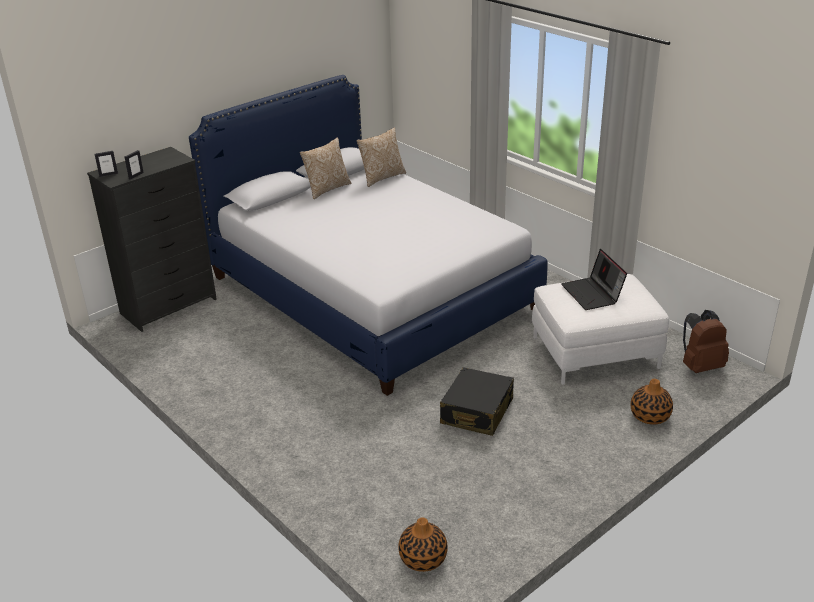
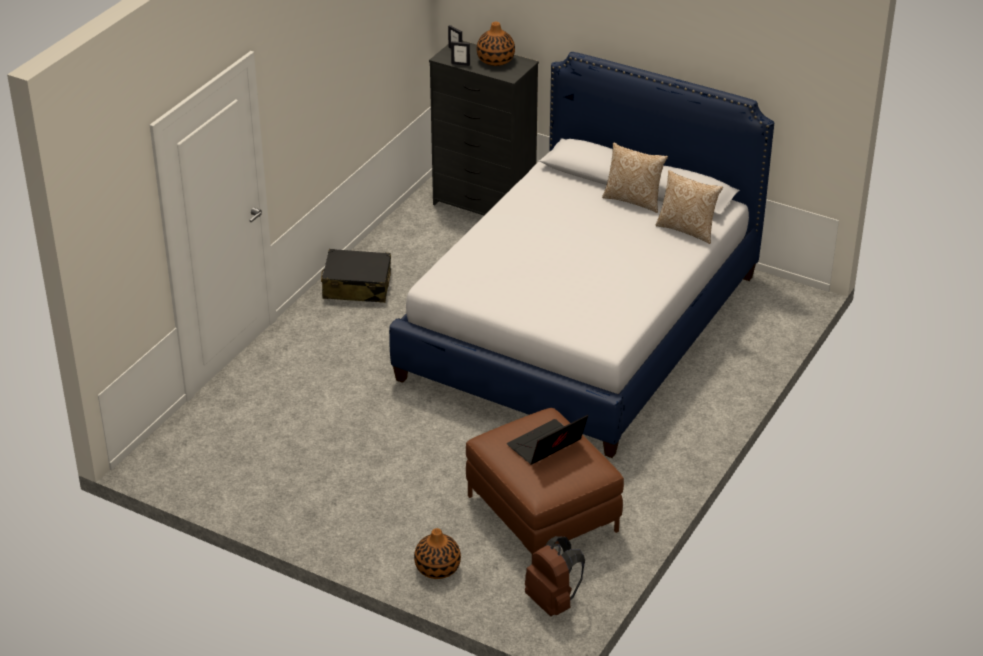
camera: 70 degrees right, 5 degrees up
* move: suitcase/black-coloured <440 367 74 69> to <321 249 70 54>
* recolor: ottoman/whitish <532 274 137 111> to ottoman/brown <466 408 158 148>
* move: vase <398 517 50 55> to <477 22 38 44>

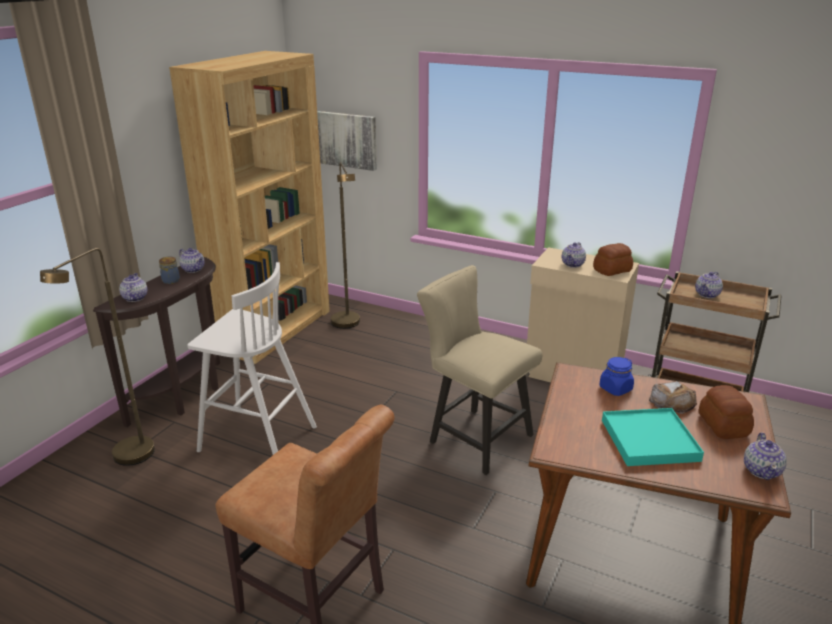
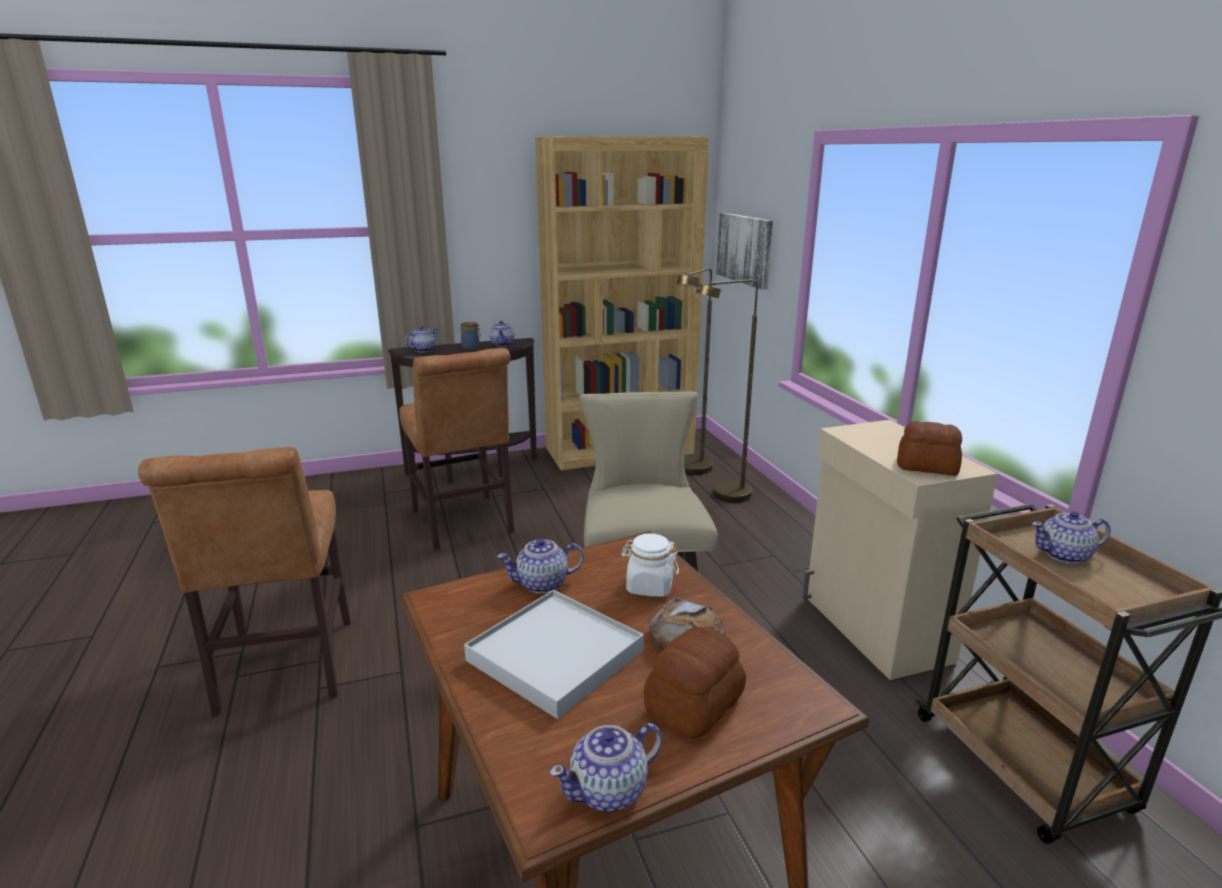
camera: 45 degrees right, 5 degrees down
* replace: stool seat/whitish <187 262 130 193> to chair/brown <399 348 115 202>
* recolor: carrying tray/turquoise-coloured <602 408 102 58> to carrying tray/whitish <464 590 180 129>
* move: teapot <562 242 24 26> to <497 538 87 56>
* recolor: preserve jar/bluish <599 357 35 39> to preserve jar/whitish <621 533 58 64>
* move: floor lamp/brown <40 248 115 218> to <696 280 62 223>

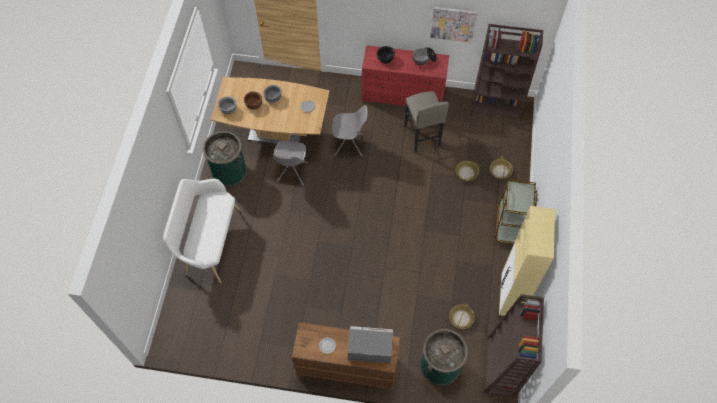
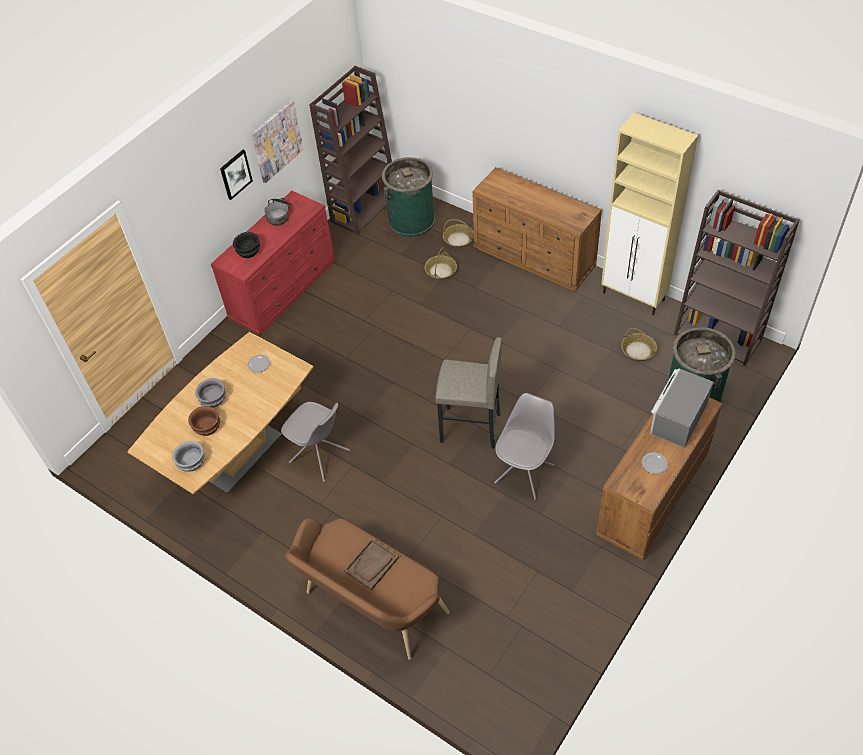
camera: 60 degrees left, 10 degrees down
* insert: picture <220 150 33 50>
* recolor: bench/whitish <163 179 77 104> to bench/brown <285 518 165 142>
* insert: carrying tray/brown <344 538 55 53>
* move: waste bin/greenish <203 131 44 56> to <382 157 53 80>
* move: stool seat/greyish <404 91 45 61> to <435 337 67 112>
* replace: wheeled cart/brown <494 179 43 65> to dresser/brown <473 167 129 124>
* move: chair/greyish <332 105 36 51> to <494 393 61 107>

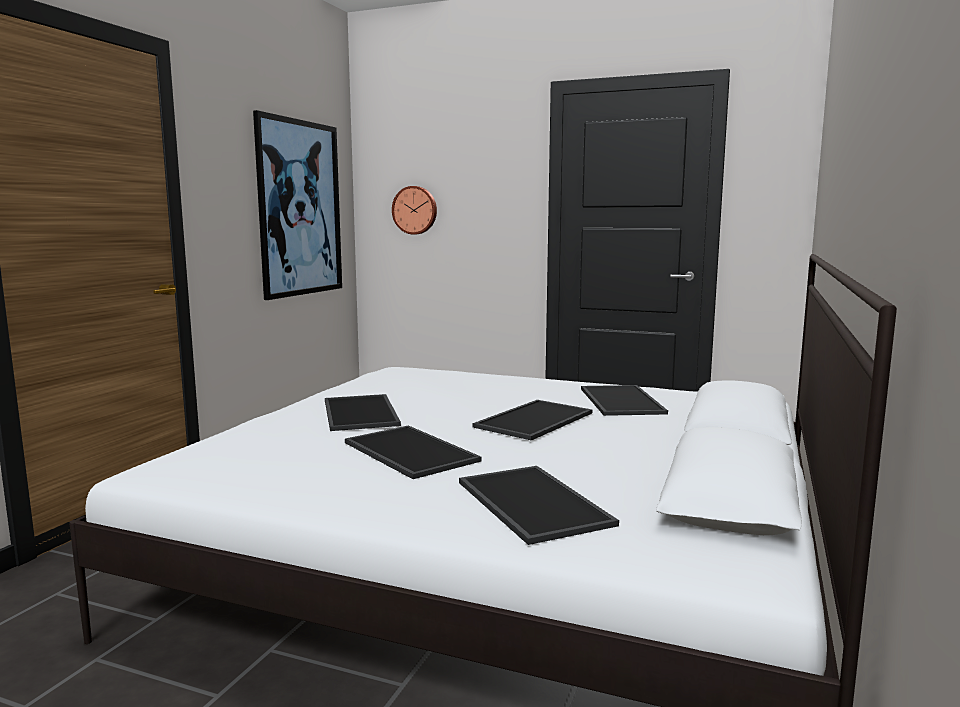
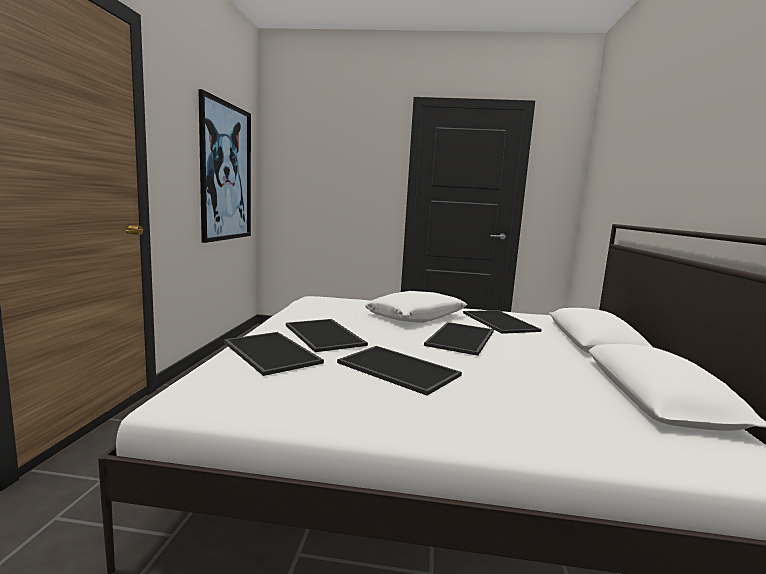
camera: 15 degrees left, 0 degrees up
* move: carrying tray <459 466 160 79> to <224 332 100 44>
* insert: throw pillow/whitish <365 291 102 32>
* delete: clock on the wall <392 186 45 49>

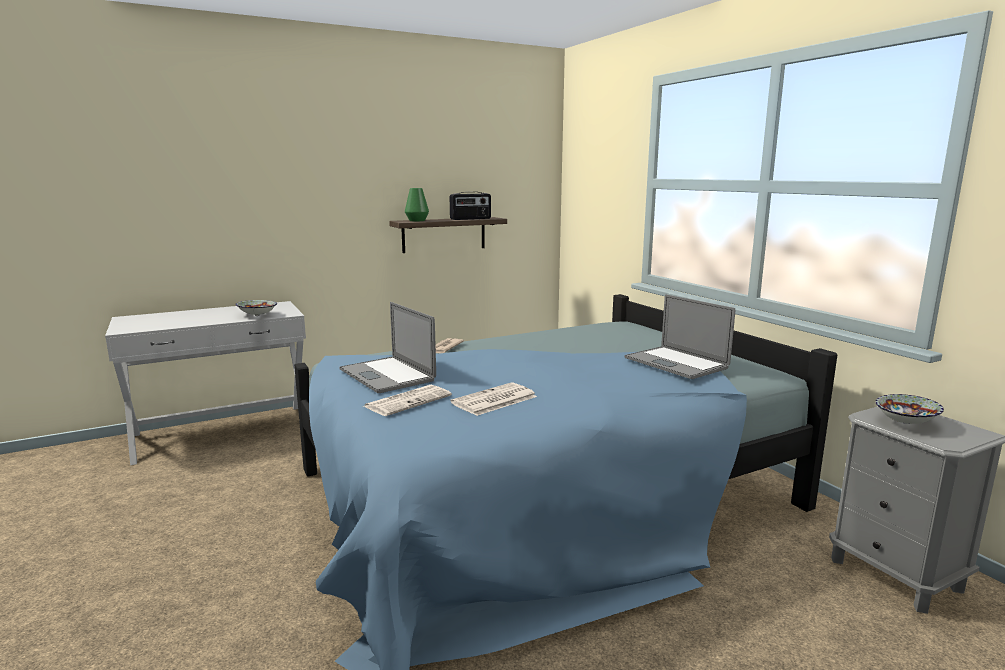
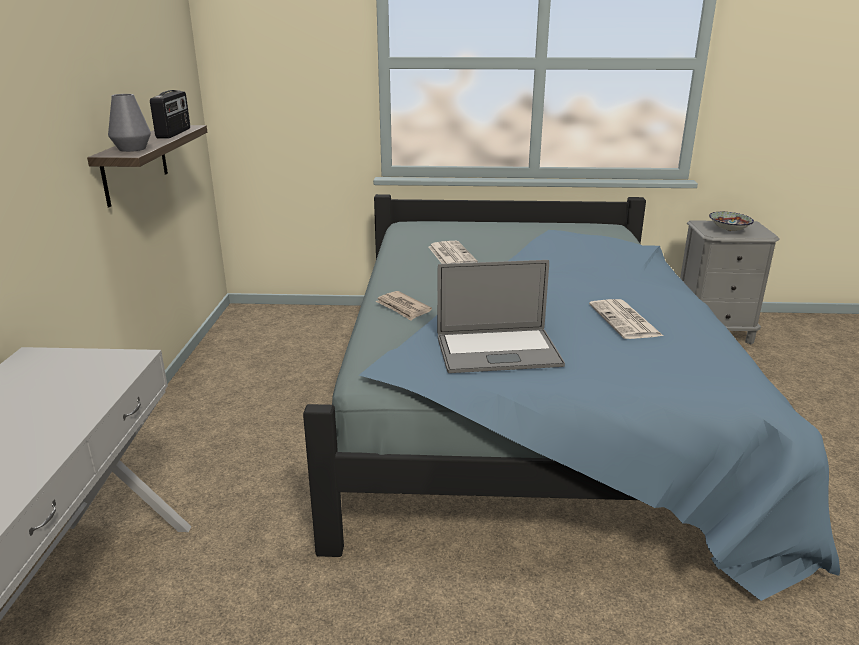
camera: 60 degrees left, 10 degrees up
* recolor: vase/greenish <405 188 24 33> to vase/greyish <108 94 43 58>
* move: newspaper <364 385 88 31> to <429 241 49 23>
* delete: serving bowl <235 300 42 16>
* delete: portable computer <624 294 111 85>

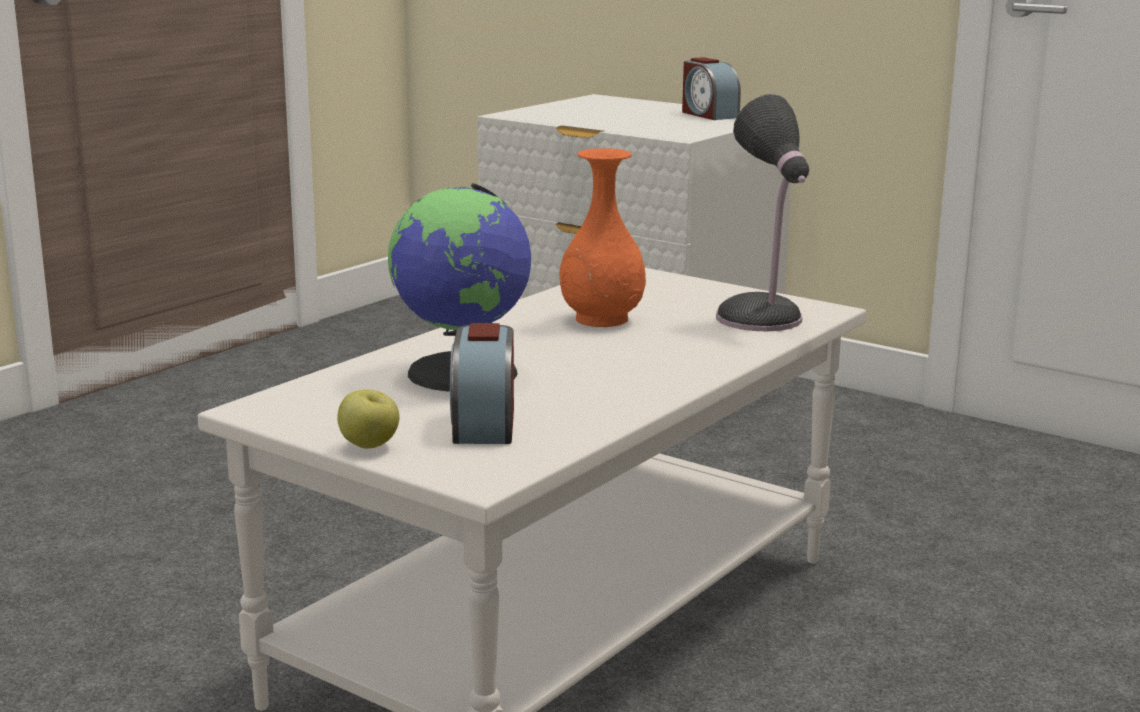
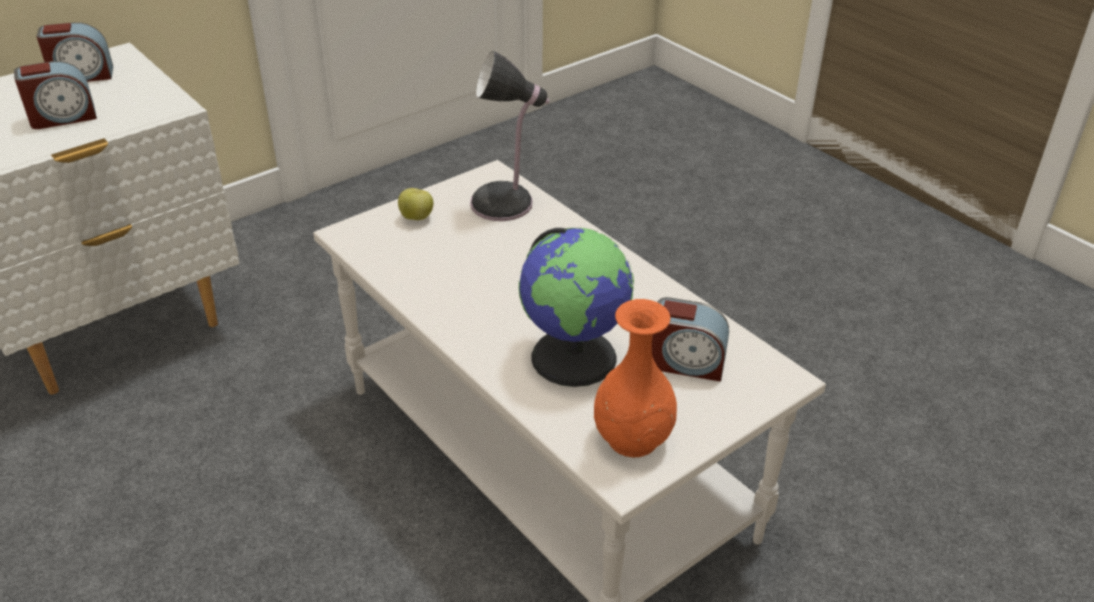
camera: 75 degrees left, 20 degrees up
* insert: bedside clock <14 61 83 68>
* move: whole apple <337 390 63 59> to <398 188 35 32>
* move: vase/orangey <560 148 86 179> to <594 299 83 158>

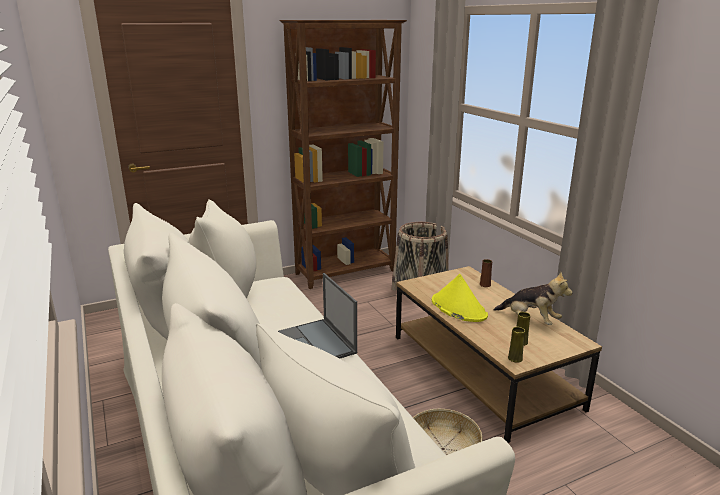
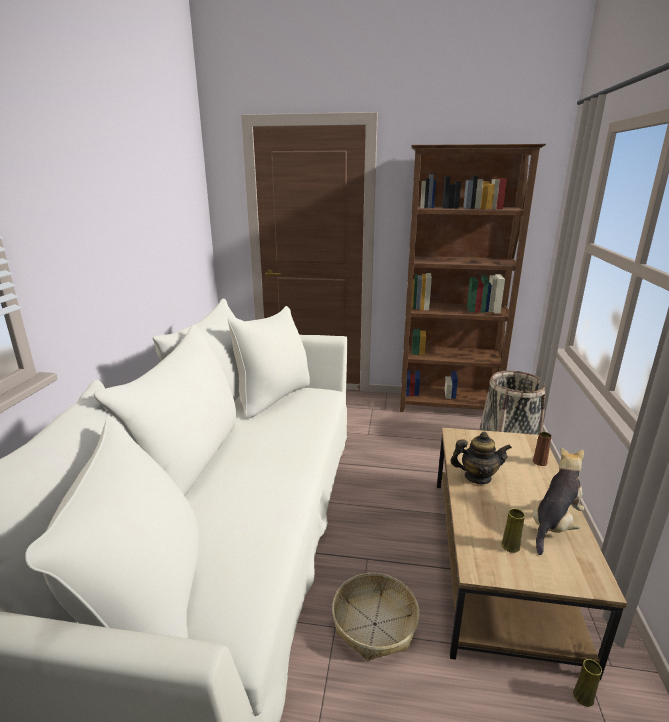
camera: 35 degrees right, 0 degrees up
* replace: wearable hat/yellow-coloured <432 274 56 48> to teapot <450 432 62 52>
* rotate: cuddly toy <494 272 79 53> = <533 447 51 108> 120 degrees counterclockwise
* move: vase/yellow-coloured <508 327 17 36> to <573 659 29 48>
* delete: portable computer <278 273 79 86>

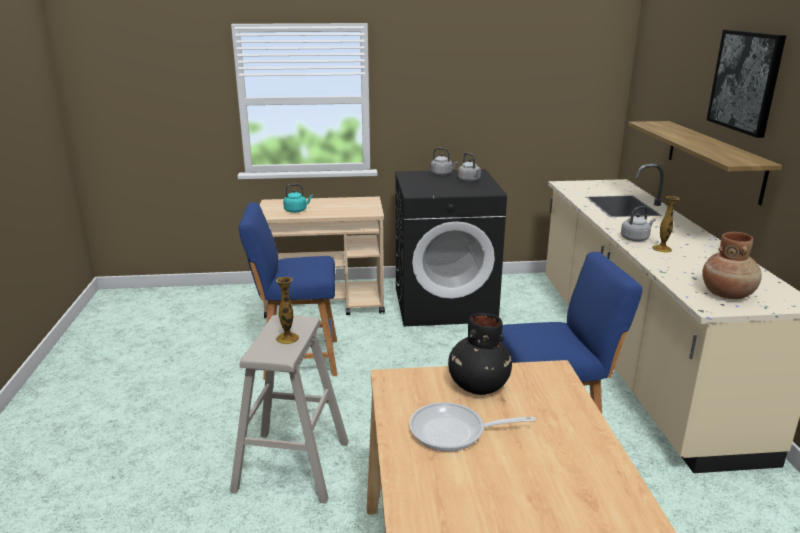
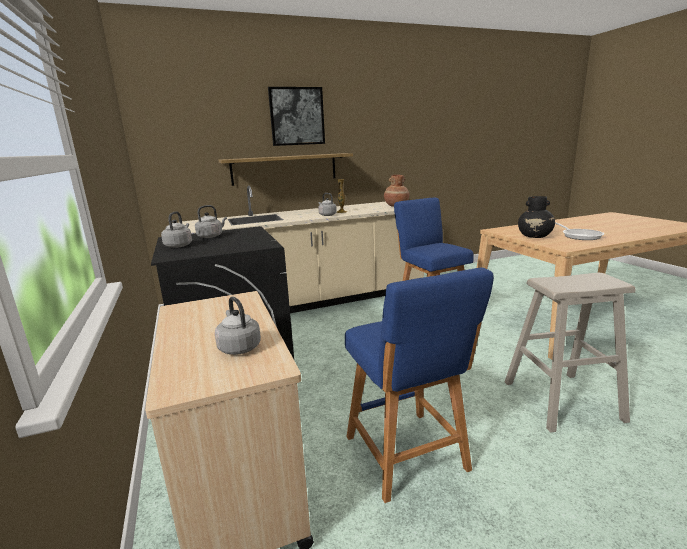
camera: 105 degrees left, 5 degrees down
* recolor: kettle/turquoise-coloured <283 184 30 29> to kettle/greyish <215 297 46 58>
* delete: vase <276 277 23 67>

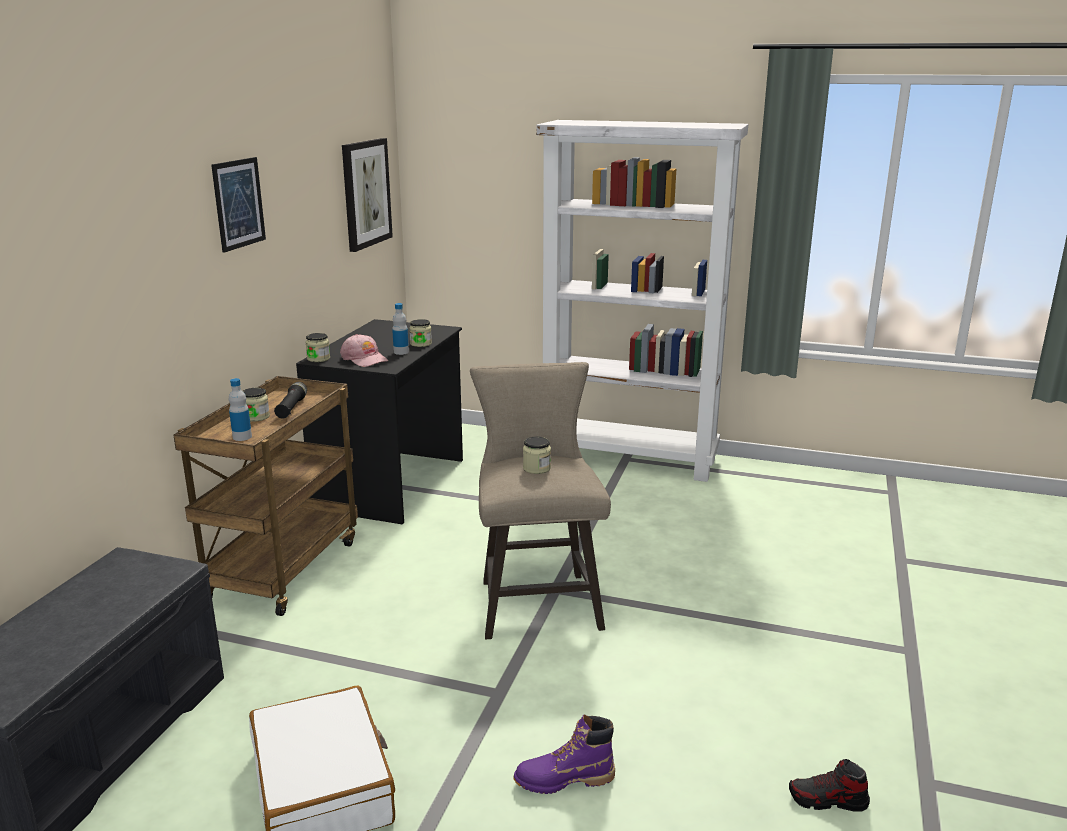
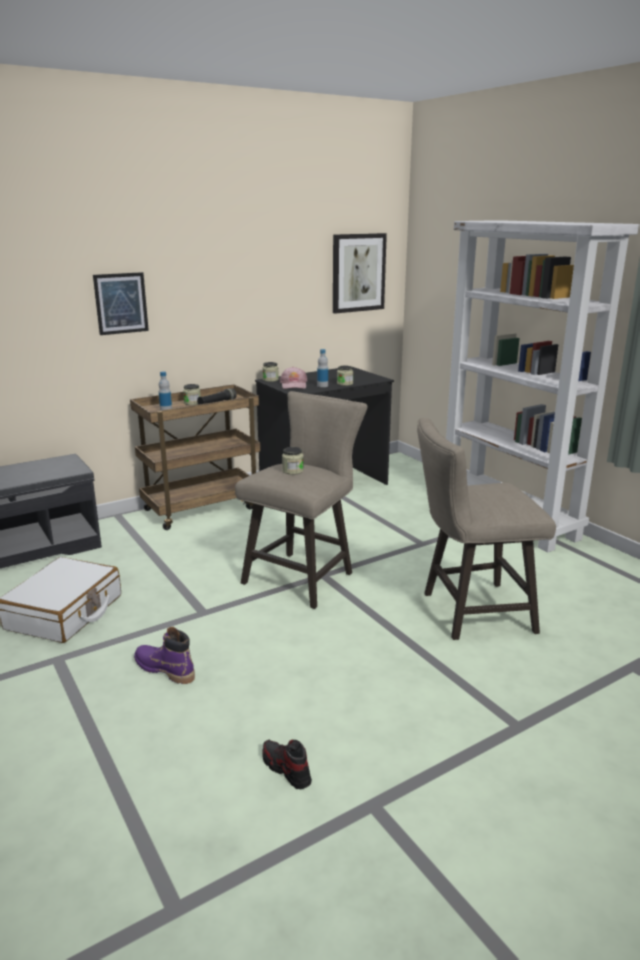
camera: 40 degrees right, 0 degrees up
* move: picture <211 157 55 96> to <93 272 56 63>
* insert: stool seat/sand-coloured <417 418 139 222>

